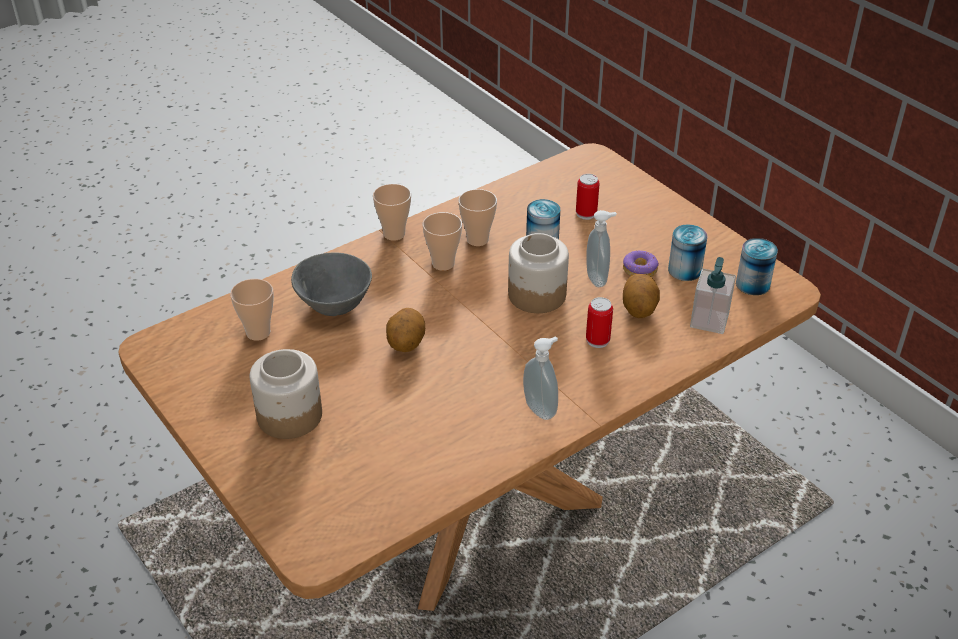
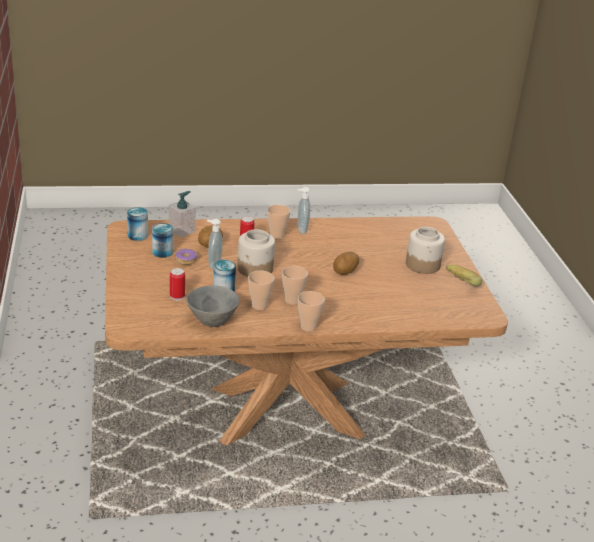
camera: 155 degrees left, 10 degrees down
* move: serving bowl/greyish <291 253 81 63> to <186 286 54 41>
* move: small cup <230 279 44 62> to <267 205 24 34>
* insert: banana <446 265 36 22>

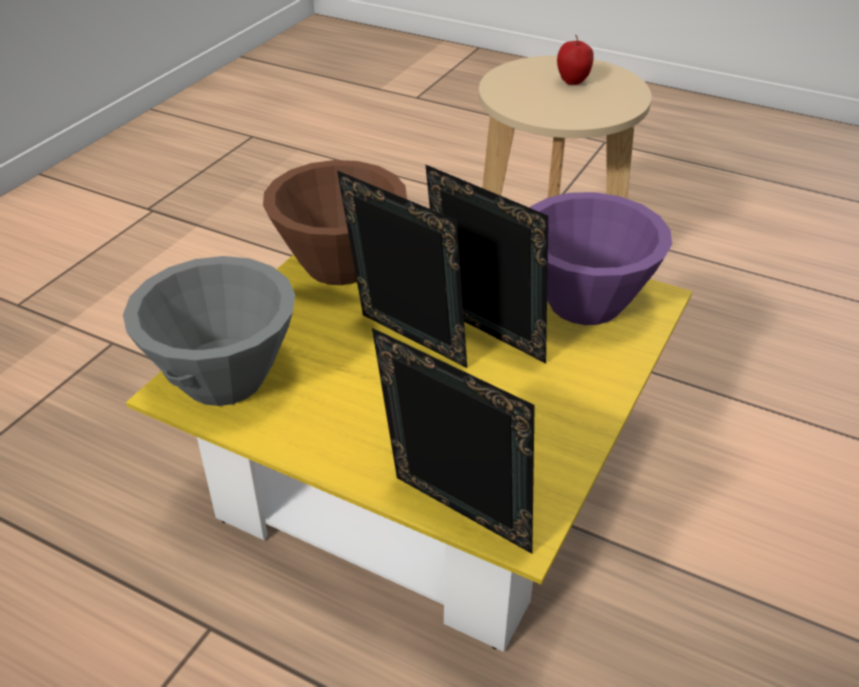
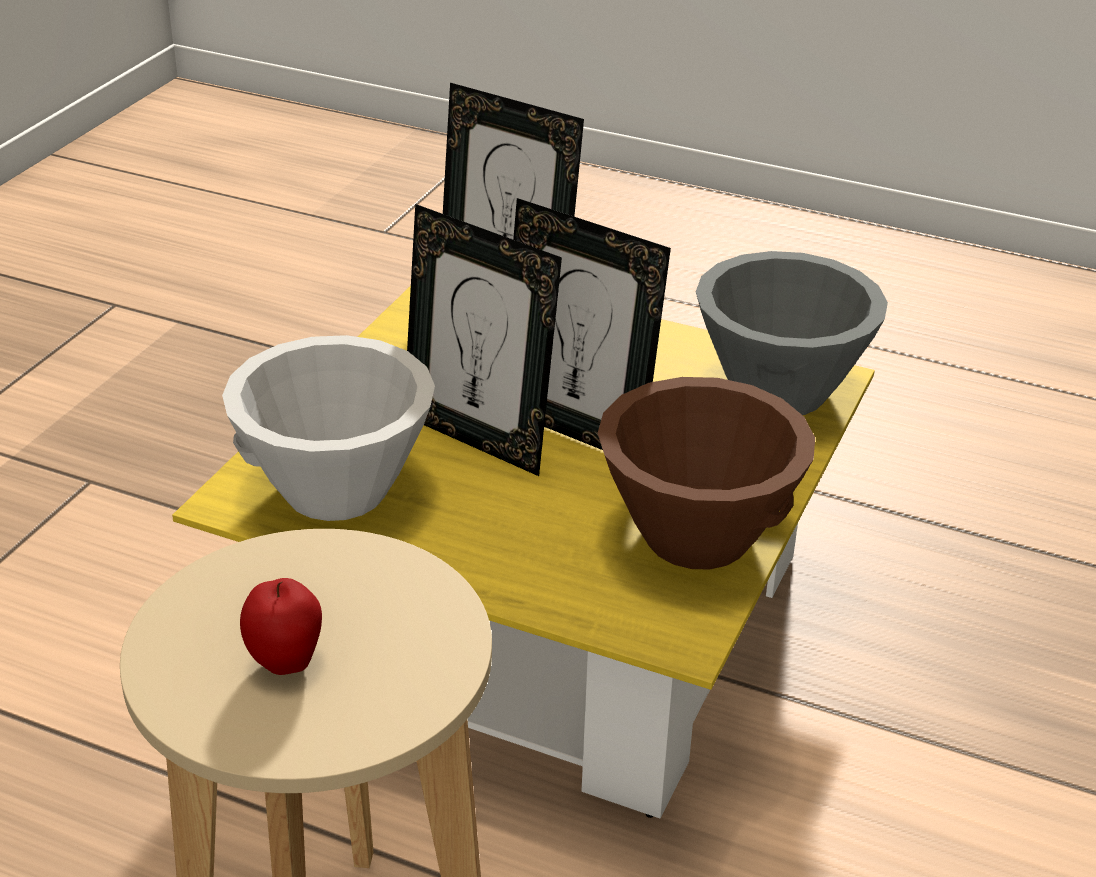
camera: 175 degrees right, 5 degrees down
* recolor: serving bowl/purplish <530 192 142 133> to serving bowl/whitish <222 335 213 186>

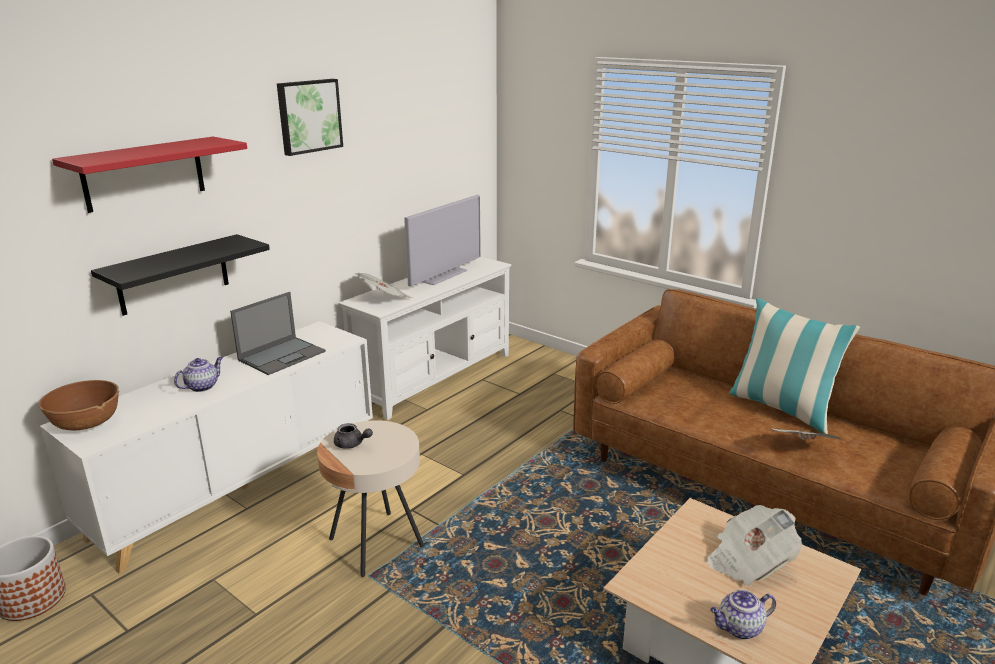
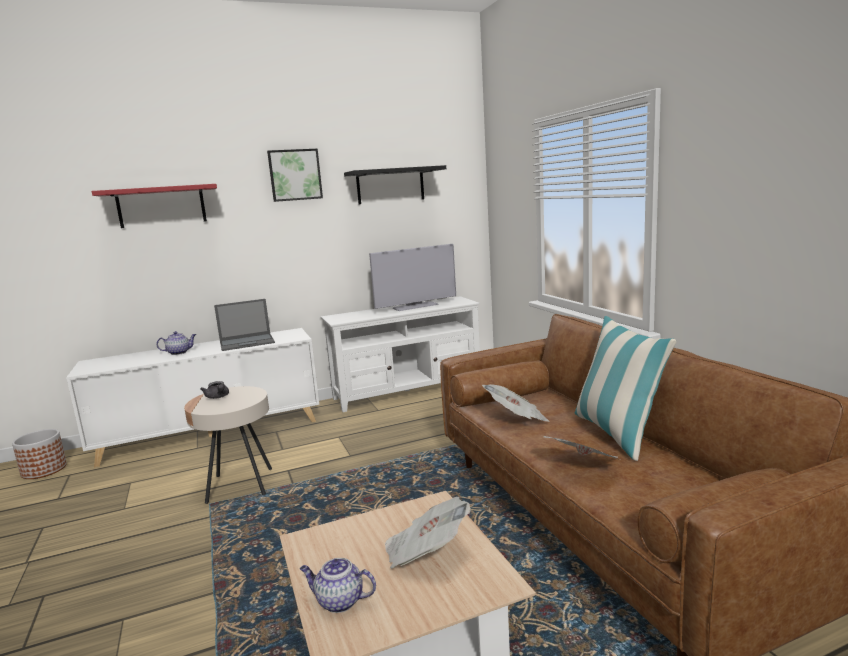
camera: 30 degrees right, 10 degrees down
* move: bracket shelf/black-coloured <91 234 179 82> to <344 165 102 39>
* move: newspaper <354 273 58 25> to <482 384 68 38>
* delete: serving bowl/brown <38 380 81 50>

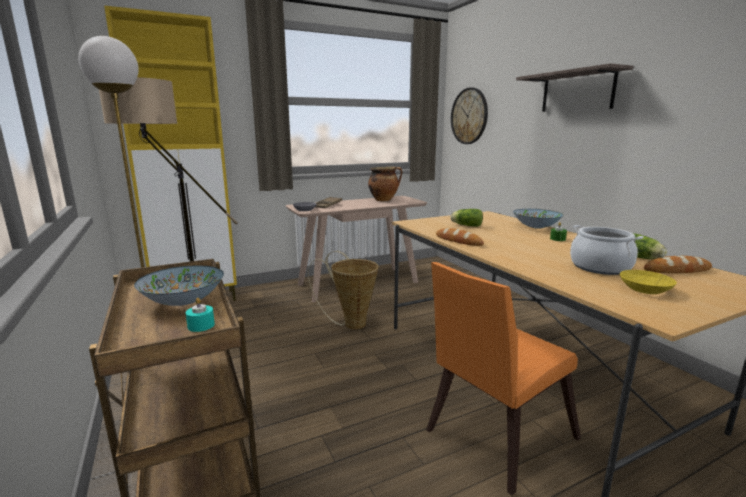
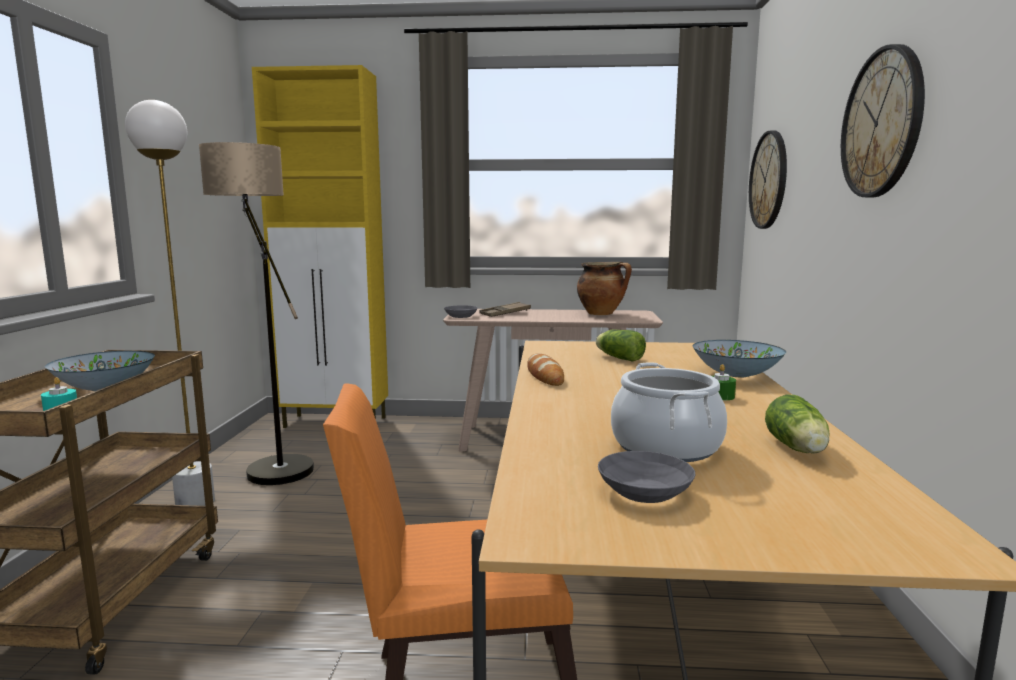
camera: 30 degrees right, 5 degrees down
* recolor: serving bowl/yellow-coloured <620 270 57 24> to serving bowl/greyish <598 451 98 52>
* replace: bracket shelf <516 63 117 49> to clock on the wall <841 44 84 153>
* delete: household basket <308 251 71 79>
* delete: baked bread <644 256 68 17>

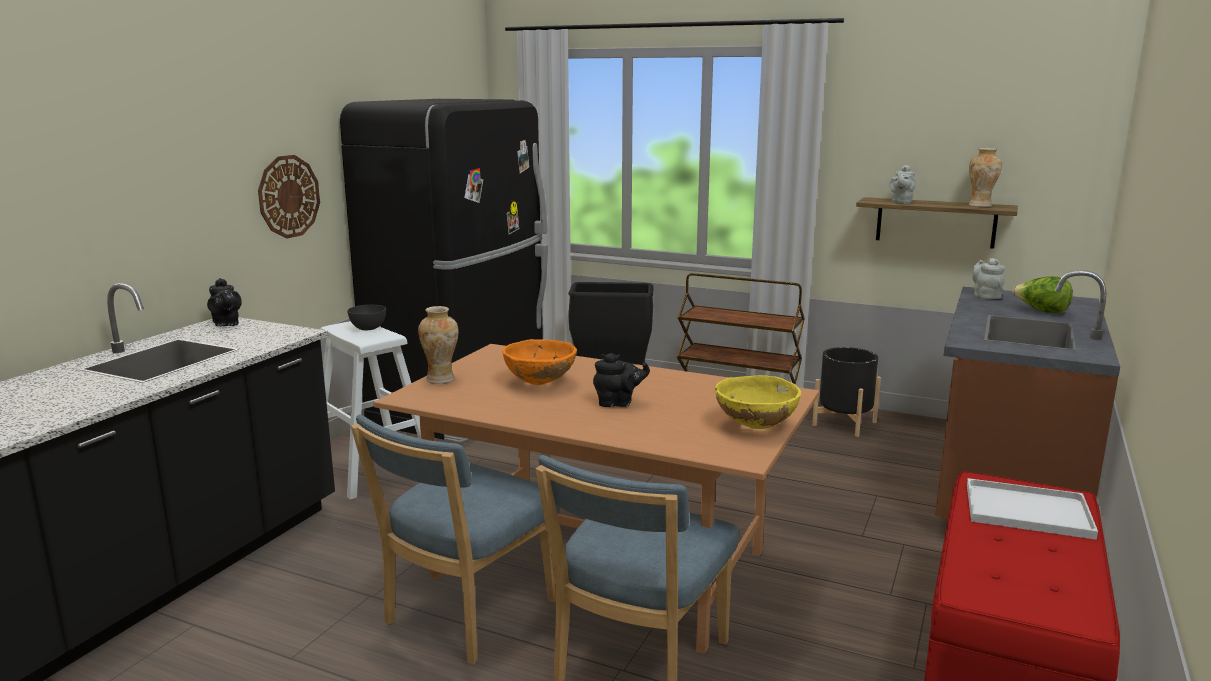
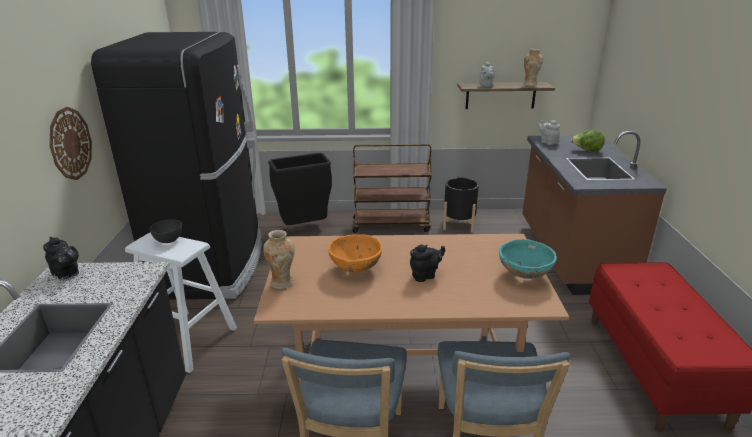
camera: 25 degrees left, 10 degrees up
* recolor: serving bowl/yellow-coloured <715 375 86 54> to serving bowl/turquoise-coloured <499 239 58 40>
* delete: carrying tray/whitish <967 478 131 62>

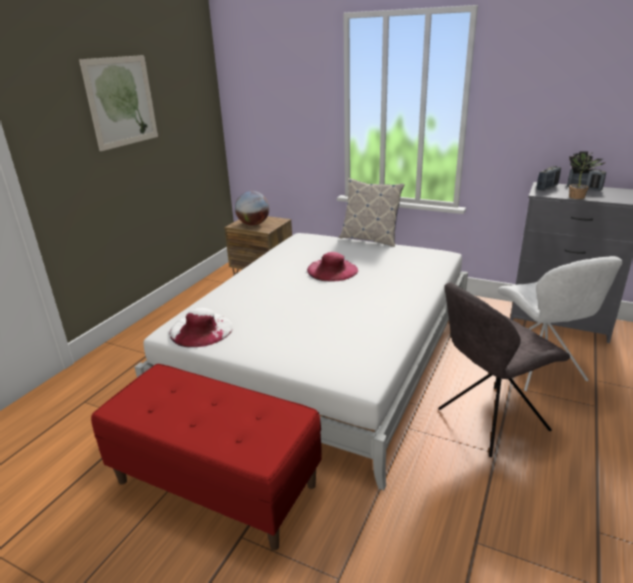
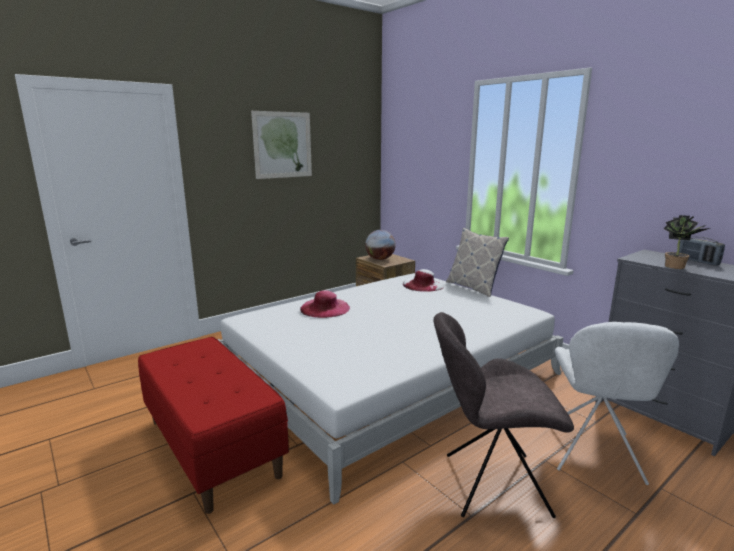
camera: 25 degrees right, 10 degrees down
* move: wearable hat/pink <307 252 51 29> to <300 290 50 28>
* move: wearable hat/whitish <170 308 63 39> to <403 269 42 23>
* delete: radio receiver <537 166 24 24>

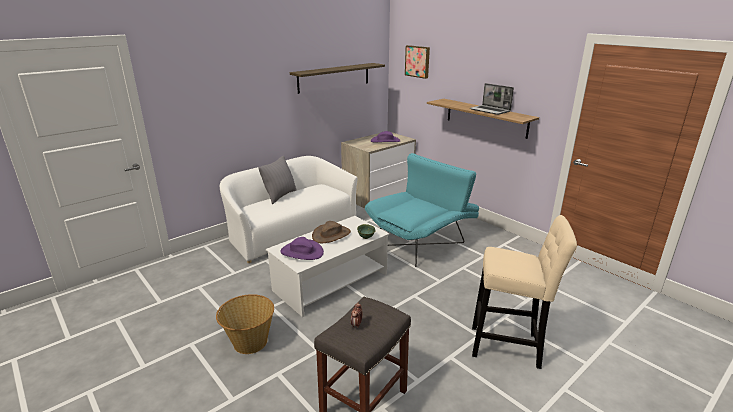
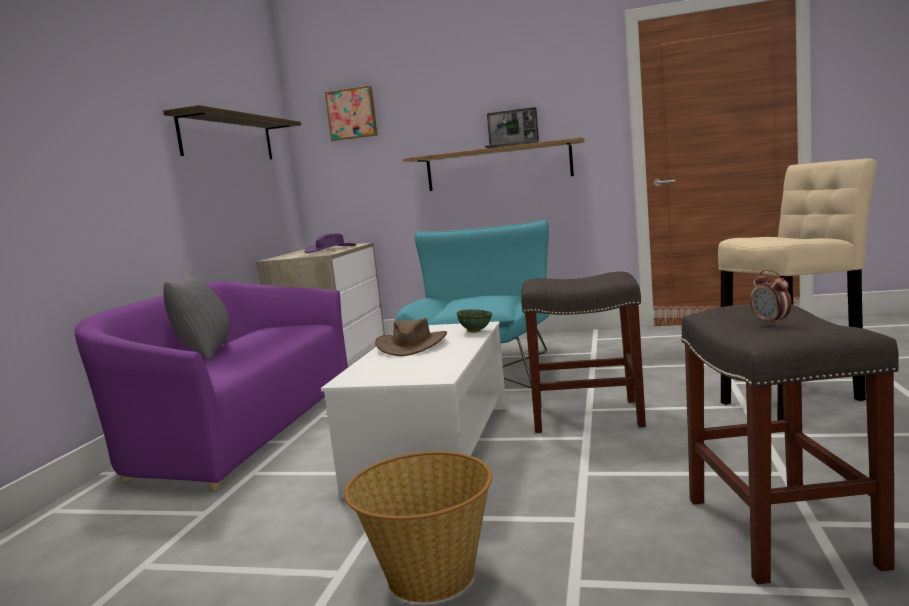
camera: 35 degrees left, 15 degrees down
* recolor: sofa/whitish <220 156 138 107> to sofa/purplish <75 281 273 210>
* insert: stool seat/greyish <521 272 125 161>
* delete: wearable hat/purplish <280 237 44 23>

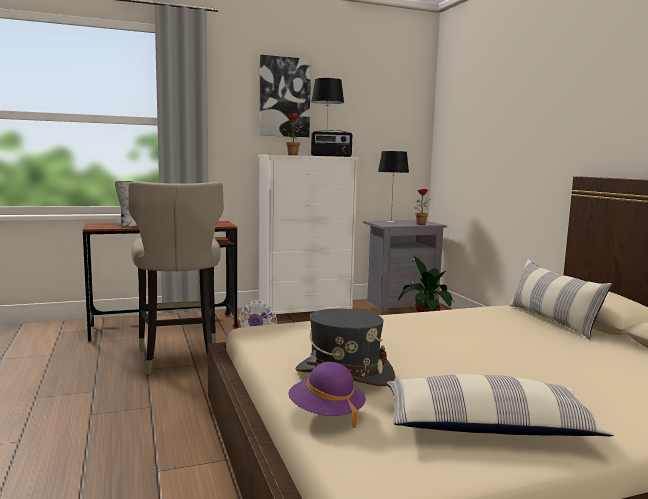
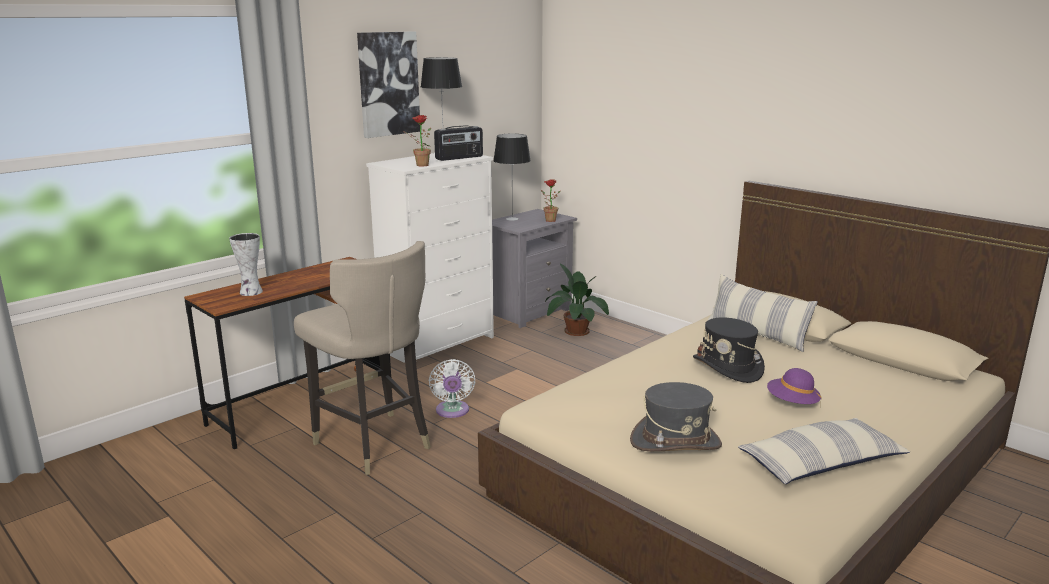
camera: 25 degrees left, 10 degrees up
* insert: wearable hat/black-coloured <693 317 72 66>
* move: wearable hat/purplish <288 362 78 66> to <767 368 54 38>

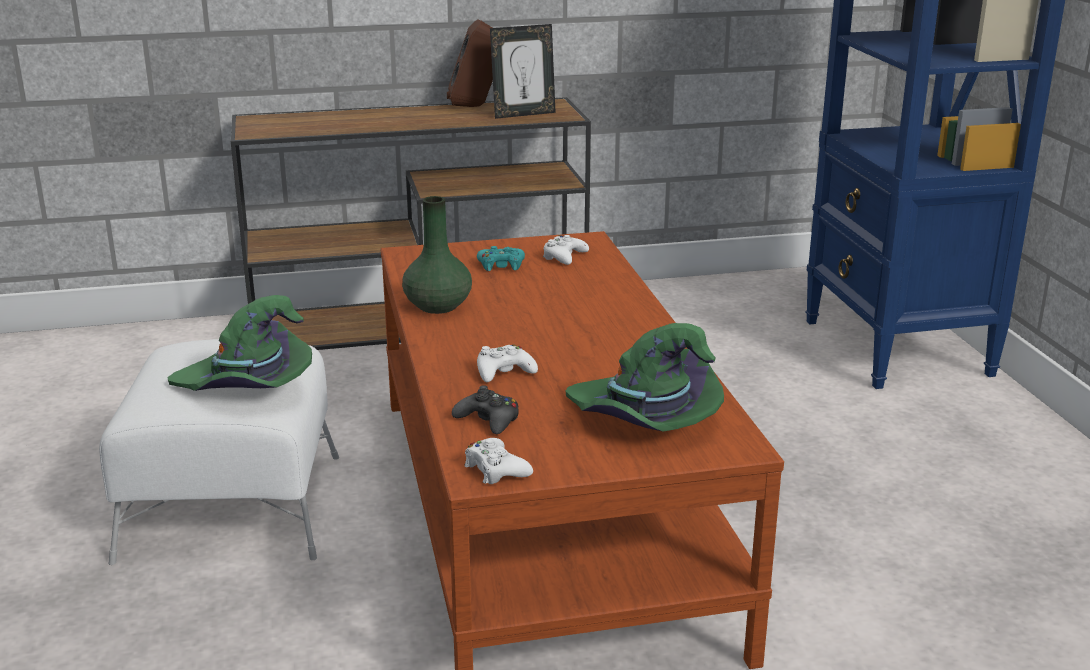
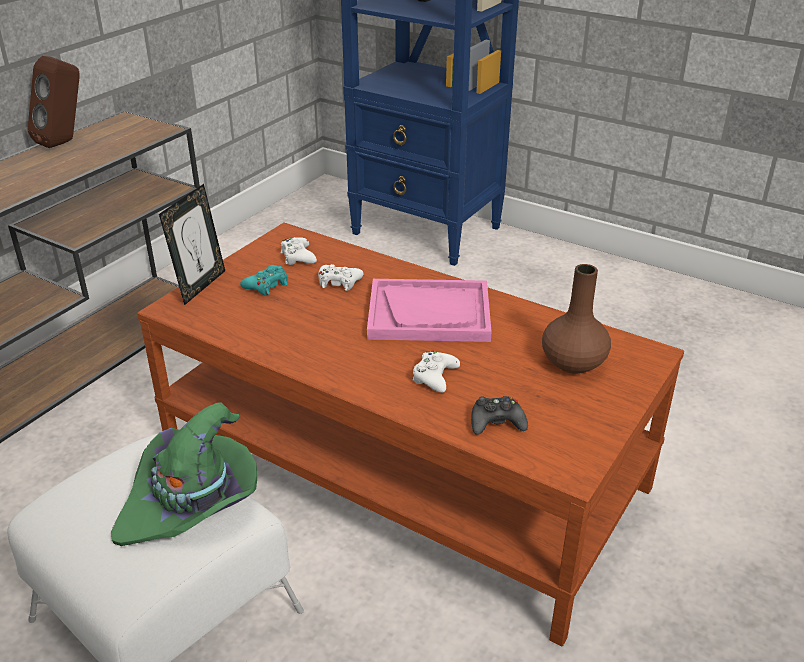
camera: 45 degrees left, 10 degrees up
* move: photo frame <490 24 66 95> to <159 184 66 121>
* move: game controller/whitish <464 438 69 46> to <318 264 45 27>
* insert: carrying tray/pink <367 279 125 63>
* replace: wearable hat/greenish <565 323 159 109> to vase/brown <542 264 69 110>
* delete: vase/greenish <402 196 70 118>

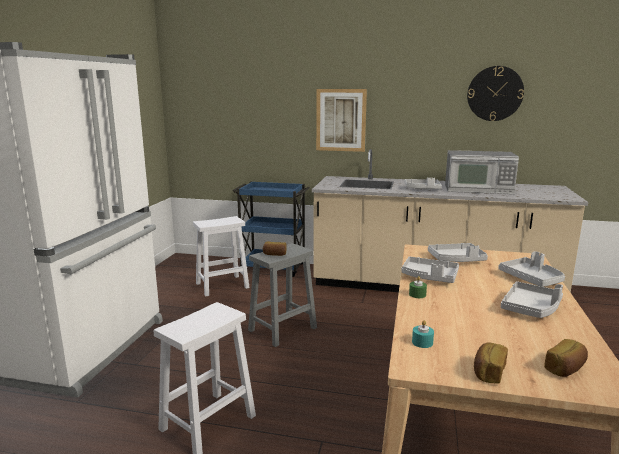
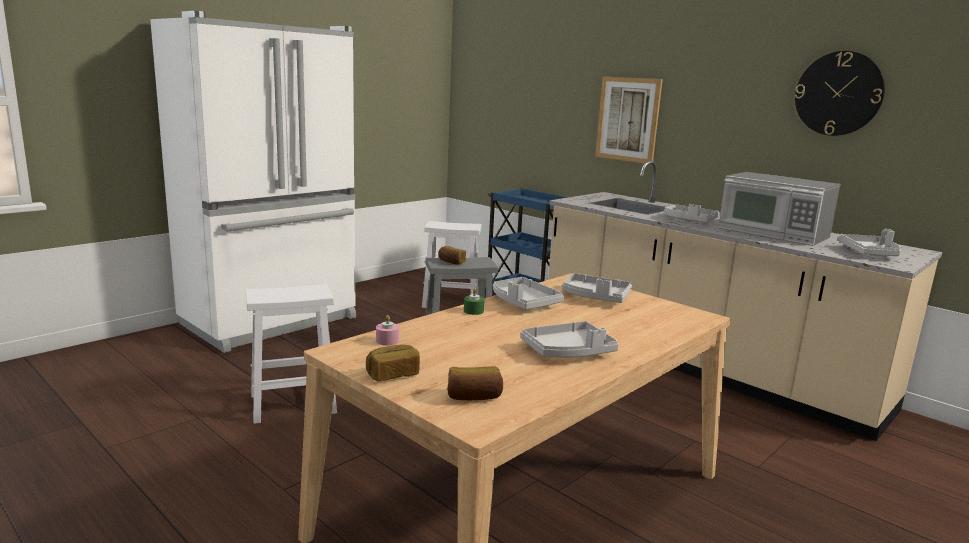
camera: 30 degrees right, 0 degrees up
* recolor: candle/turquoise-coloured <412 320 22 28> to candle/pink <376 315 23 31>
* move: carrying tray/greyish <498 251 67 36> to <839 229 62 27>

